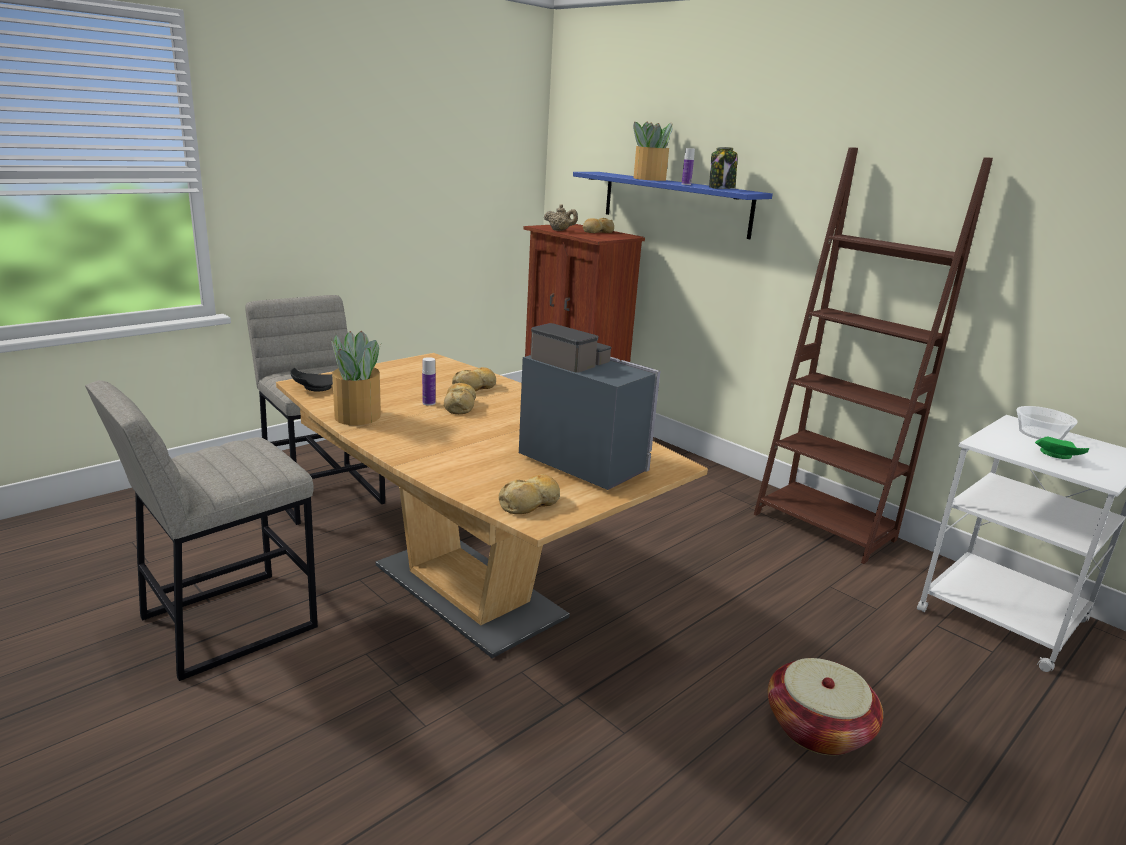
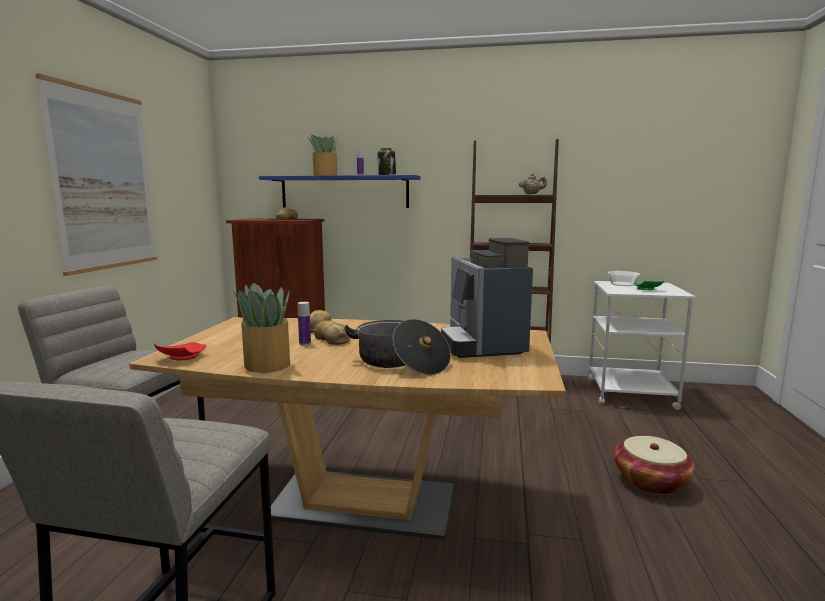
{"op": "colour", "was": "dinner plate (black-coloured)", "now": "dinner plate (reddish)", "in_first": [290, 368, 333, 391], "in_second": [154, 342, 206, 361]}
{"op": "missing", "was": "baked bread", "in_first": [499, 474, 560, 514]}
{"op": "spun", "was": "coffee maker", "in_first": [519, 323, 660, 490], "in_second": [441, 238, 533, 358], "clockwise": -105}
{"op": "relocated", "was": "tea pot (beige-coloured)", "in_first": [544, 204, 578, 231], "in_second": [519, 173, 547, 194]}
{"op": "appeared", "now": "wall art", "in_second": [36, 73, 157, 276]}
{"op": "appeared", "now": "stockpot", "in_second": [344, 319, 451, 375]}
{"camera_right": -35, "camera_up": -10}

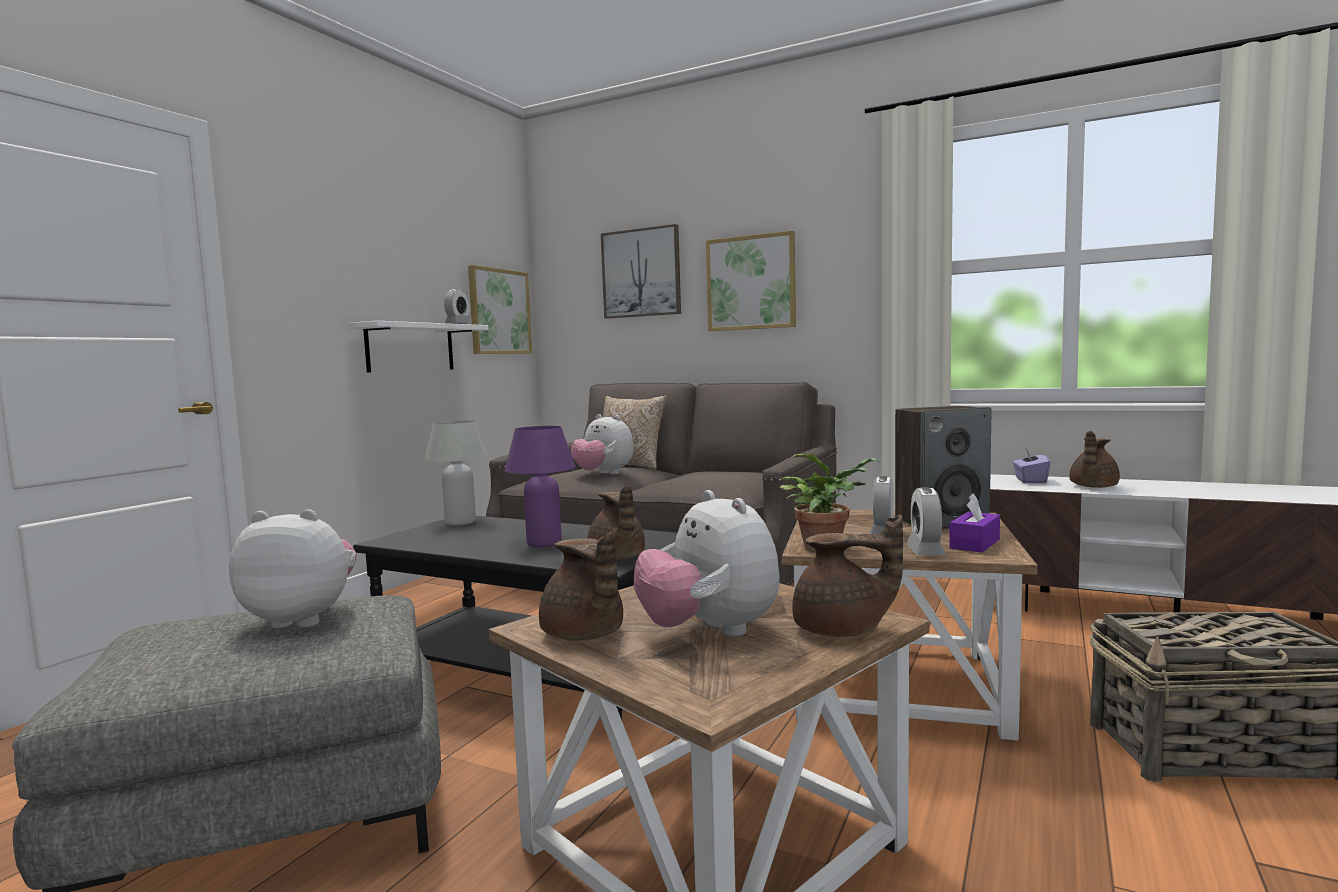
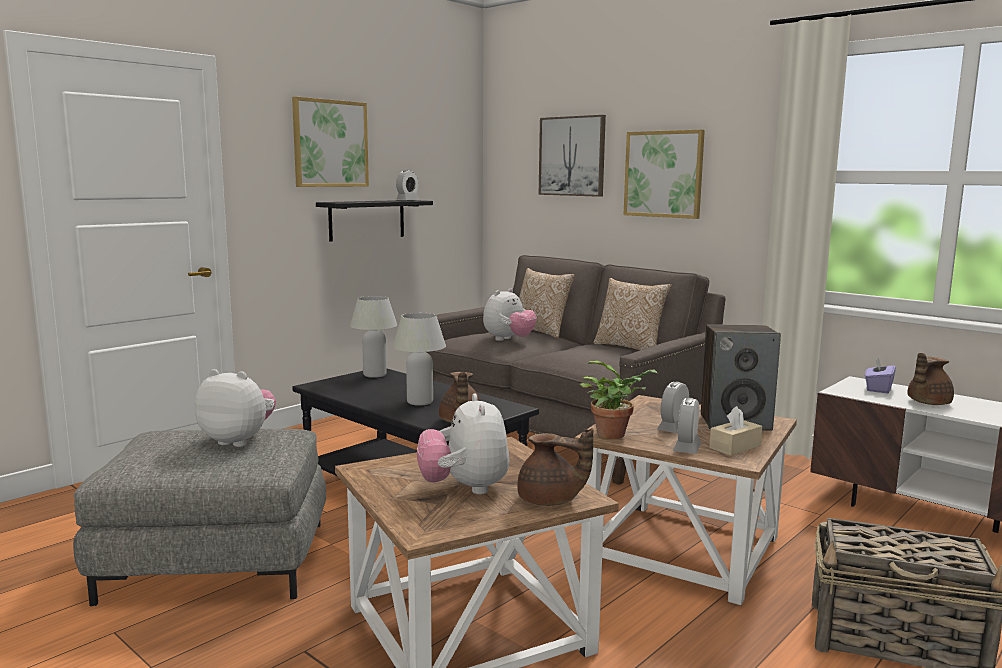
{"op": "colour", "was": "shelf (whitish)", "now": "shelf (black-coloured)", "in_first": [348, 321, 488, 372], "in_second": [316, 200, 433, 242]}
{"op": "relocated", "was": "wall art", "in_first": [468, 265, 532, 354], "in_second": [292, 97, 369, 187]}
{"op": "colour", "was": "table lamp (purple-coloured)", "now": "table lamp (whitish)", "in_first": [505, 426, 575, 547], "in_second": [393, 313, 446, 406]}
{"op": "missing", "was": "tea pot (brown-coloured)", "in_first": [539, 532, 623, 641]}
{"op": "spun", "was": "plush toy", "in_first": [571, 414, 634, 474], "in_second": [483, 288, 537, 341], "clockwise": -105}
{"op": "colour", "was": "box of tissues (purple-coloured)", "now": "box of tissues (beige-coloured)", "in_first": [949, 493, 1000, 553], "in_second": [709, 406, 762, 456]}
{"op": "appeared", "now": "cushion", "in_second": [593, 278, 671, 350]}
{"camera_right": 15, "camera_up": 5}

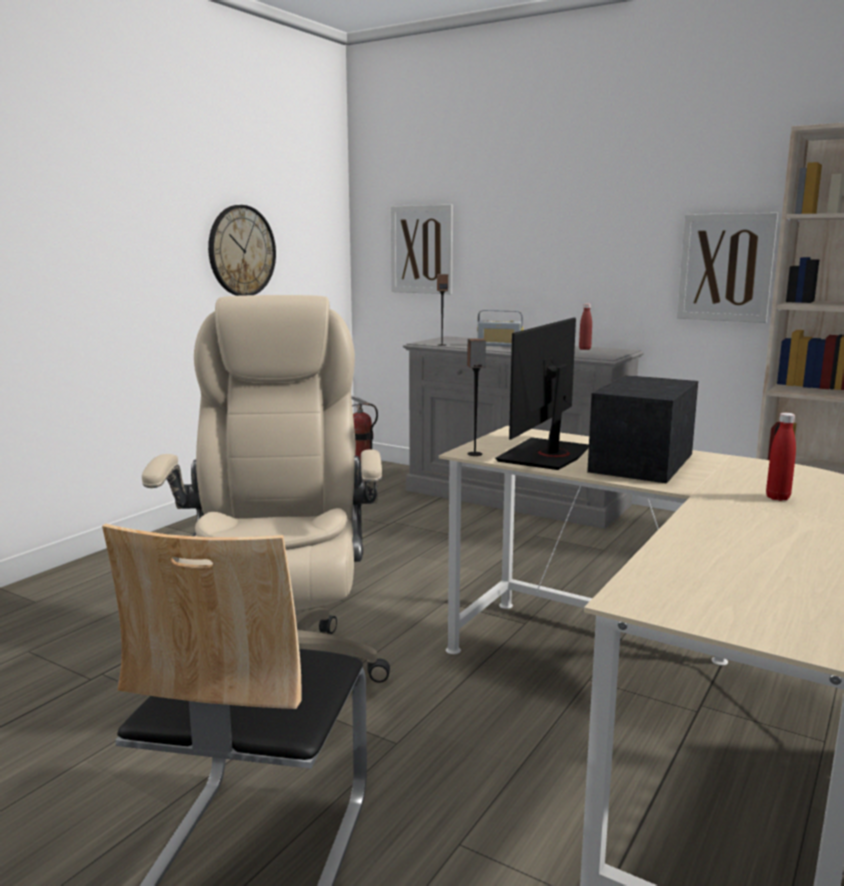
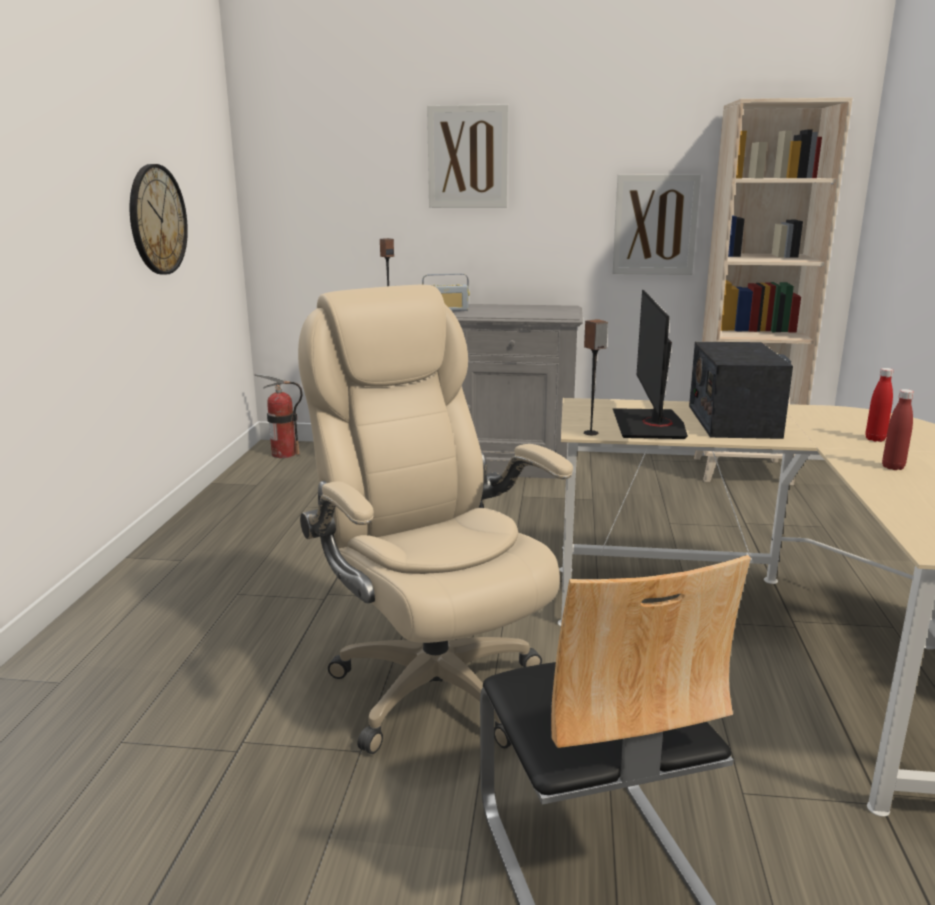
{"op": "relocated", "was": "wall art", "in_first": [391, 205, 453, 294], "in_second": [427, 104, 508, 208]}
{"op": "relocated", "was": "beverage bottle (reddish)", "in_first": [579, 303, 592, 350], "in_second": [882, 389, 914, 470]}
{"camera_right": -25, "camera_up": 5}

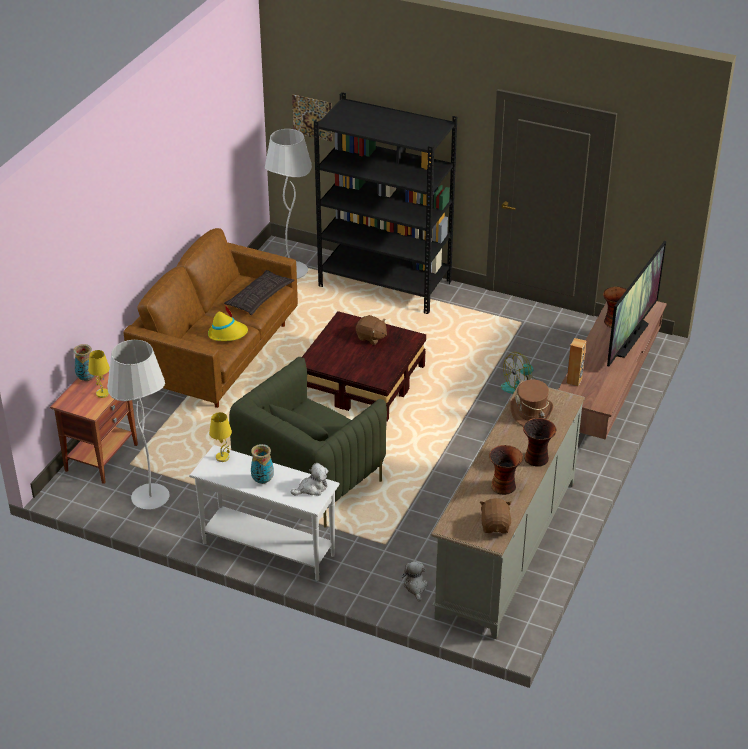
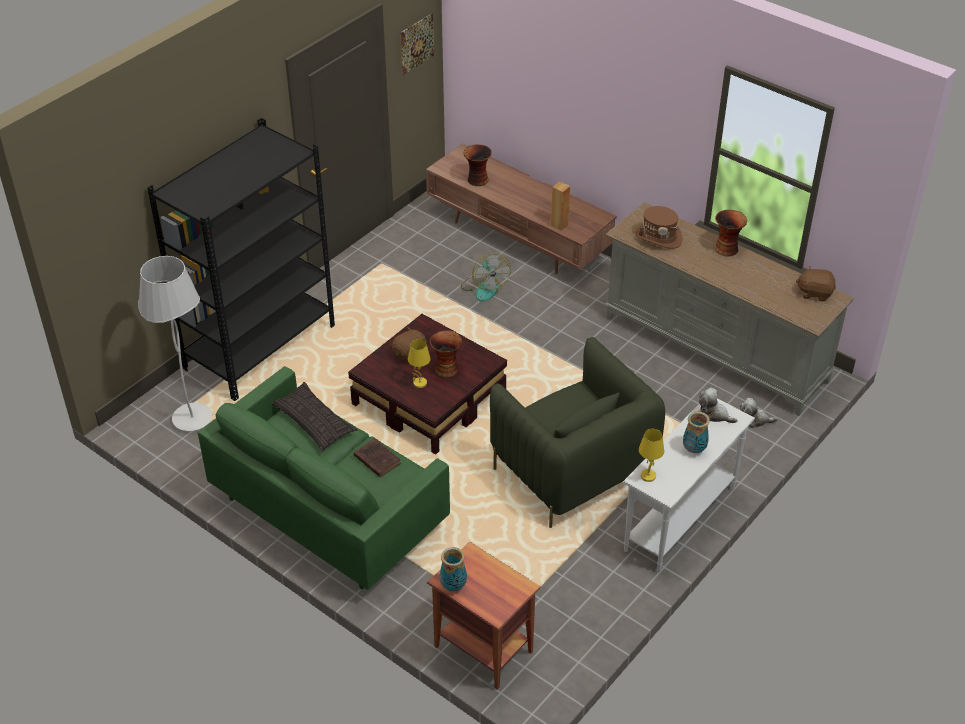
{"op": "relocated", "was": "table lamp (yellow-coloured)", "in_first": [88, 350, 110, 398], "in_second": [408, 339, 431, 388]}
{"op": "missing", "was": "standing lamp (whitish)", "in_first": [107, 340, 170, 510]}
{"op": "colour", "was": "couch (brown-coloured)", "now": "couch (green)", "in_first": [123, 228, 298, 408], "in_second": [198, 366, 450, 590]}
{"op": "exchanged", "was": "hat (yellow-coloured)", "now": "volume (brown-coloured)", "in_first": [208, 305, 248, 341], "in_second": [354, 438, 401, 477]}
{"op": "spun", "was": "plush toy", "in_first": [290, 463, 328, 496], "in_second": [698, 388, 738, 423], "clockwise": -45}
{"op": "relocated", "was": "wall art", "in_first": [292, 94, 332, 142], "in_second": [400, 13, 434, 75]}
{"op": "relocated", "was": "vase", "in_first": [489, 445, 523, 495], "in_second": [430, 330, 462, 378]}
{"op": "missing", "was": "television", "in_first": [607, 241, 666, 367]}
{"camera_right": -75, "camera_up": 5}

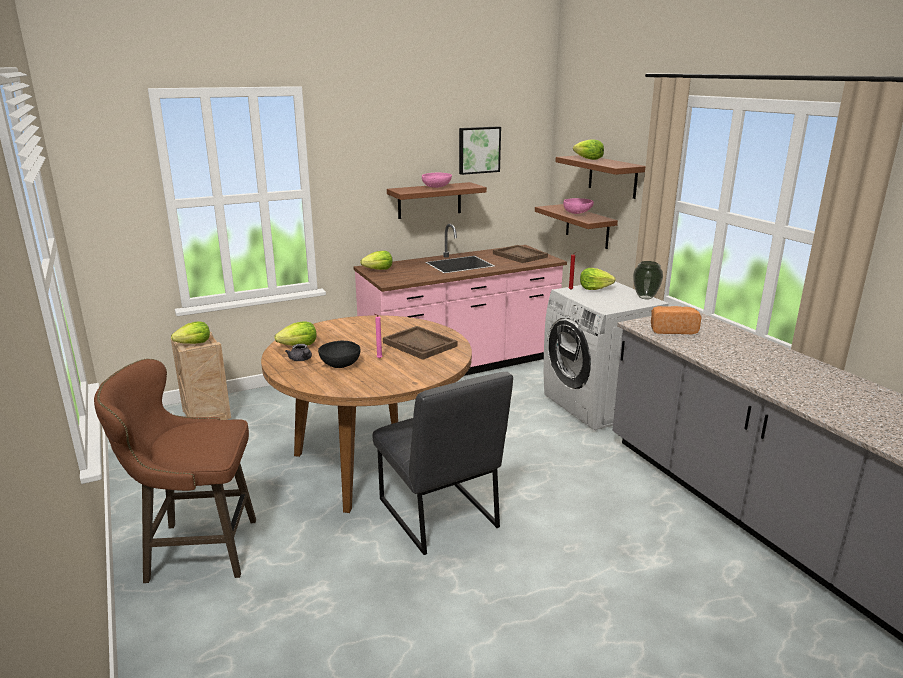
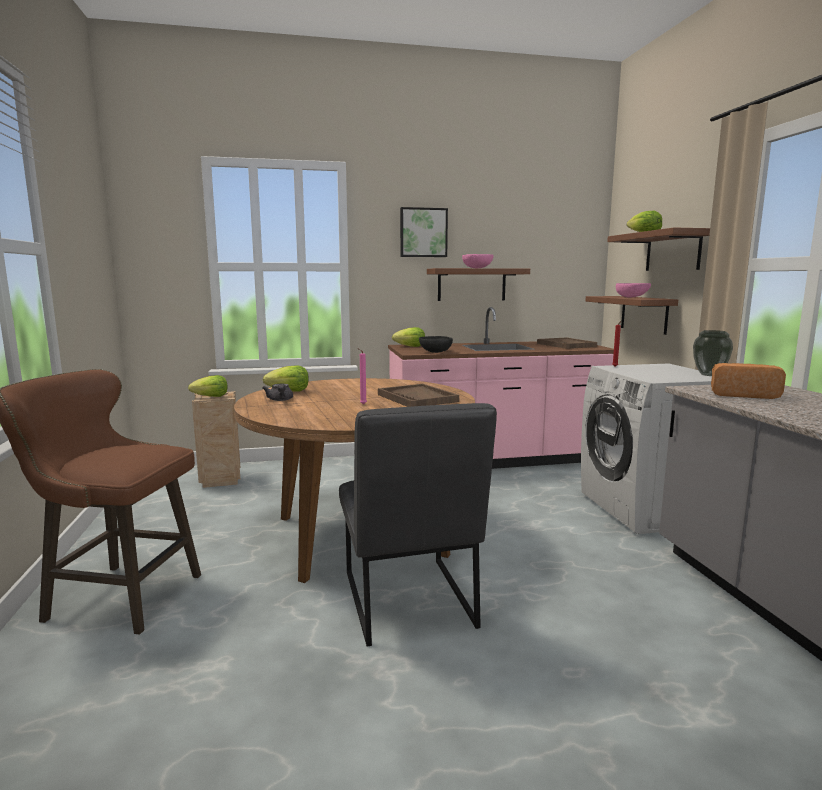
{"op": "relocated", "was": "bowl (black-coloured)", "in_first": [318, 341, 361, 368], "in_second": [419, 336, 453, 353]}
{"op": "relocated", "was": "wall art", "in_first": [459, 126, 501, 175], "in_second": [400, 207, 448, 257]}
{"op": "missing", "was": "lettuce", "in_first": [580, 268, 616, 290]}
{"camera_right": 15, "camera_up": -10}

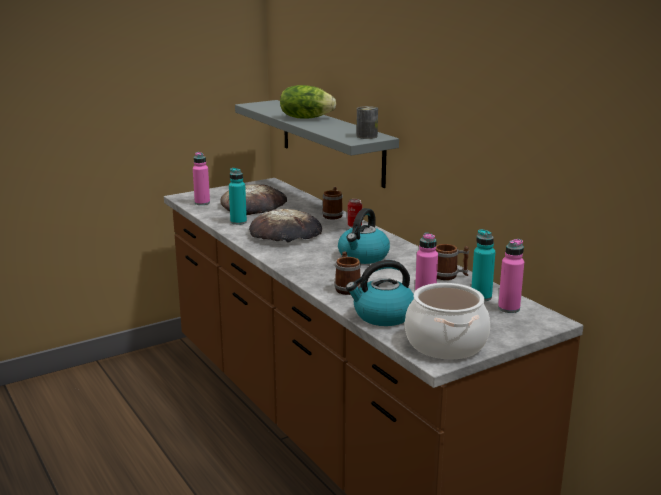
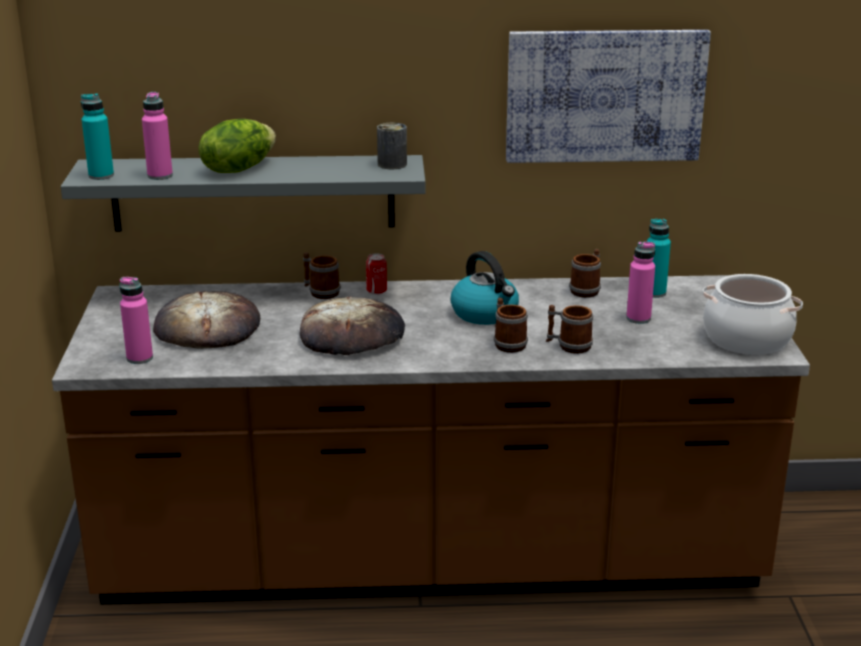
{"op": "relocated", "was": "beverage bottle (turquoise-coloured)", "in_first": [229, 168, 247, 225], "in_second": [81, 93, 114, 180]}
{"op": "missing", "was": "tea kettle", "in_first": [346, 260, 414, 326]}
{"op": "relocated", "was": "beverage bottle (pink-coloured)", "in_first": [498, 239, 524, 313], "in_second": [142, 92, 173, 180]}
{"op": "appeared", "now": "tea mug", "in_second": [494, 298, 528, 353]}
{"op": "appeared", "now": "wall art", "in_second": [506, 30, 711, 163]}
{"camera_right": -60, "camera_up": 5}

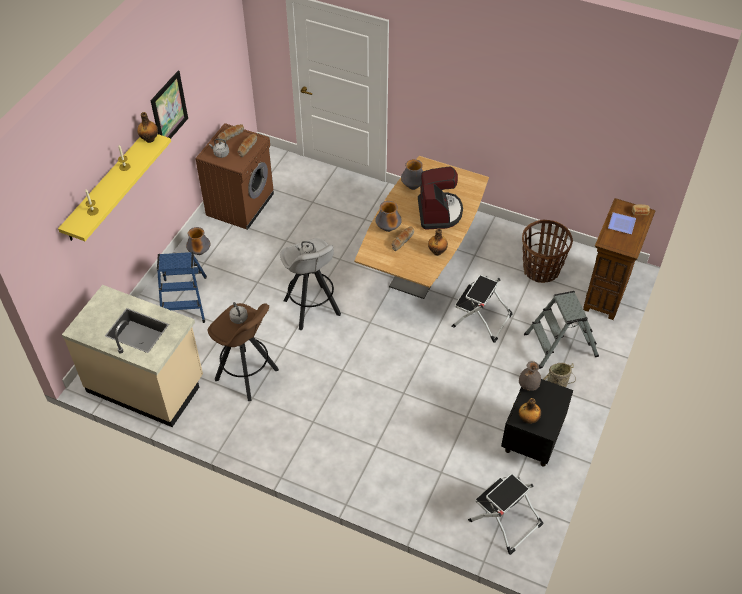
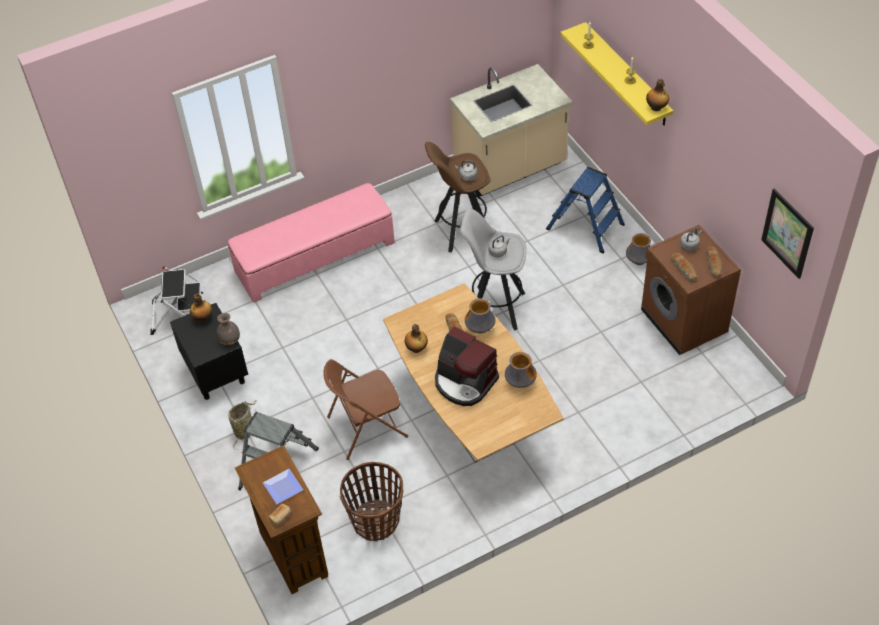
{"op": "relocated", "was": "wall art", "in_first": [151, 71, 188, 138], "in_second": [761, 188, 814, 279]}
{"op": "exchanged", "was": "stepladder", "now": "chair (brown-coloured)", "in_first": [451, 275, 513, 343], "in_second": [323, 359, 408, 460]}
{"op": "appeared", "now": "indoor bench (pink-coloured)", "in_second": [228, 183, 395, 303]}
{"camera_right": 130, "camera_up": 0}

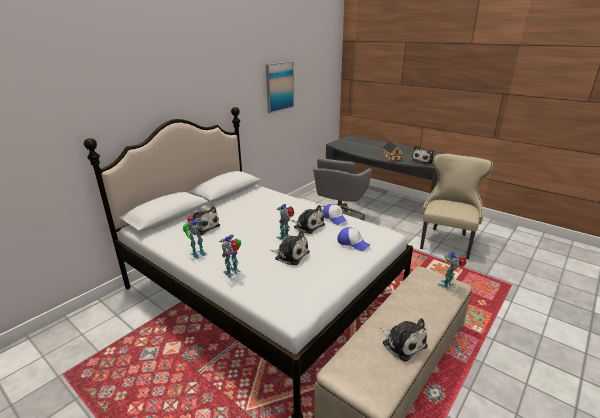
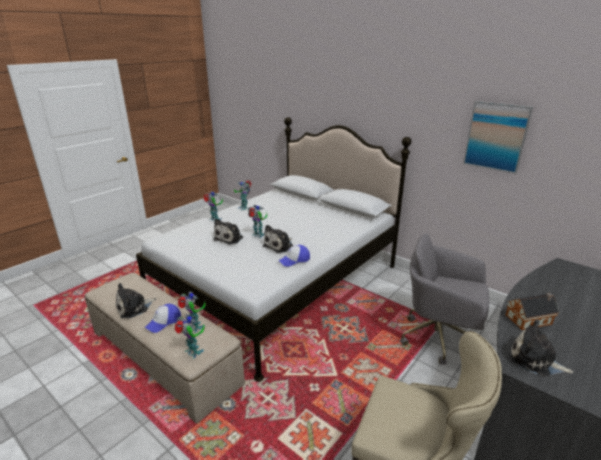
{"op": "missing", "was": "plush toy", "in_first": [188, 206, 220, 235]}
{"op": "relocated", "was": "cap", "in_first": [337, 227, 370, 251], "in_second": [145, 304, 181, 333]}
{"op": "appeared", "now": "toy robot", "in_second": [178, 291, 206, 333]}
{"camera_right": 90, "camera_up": 0}

